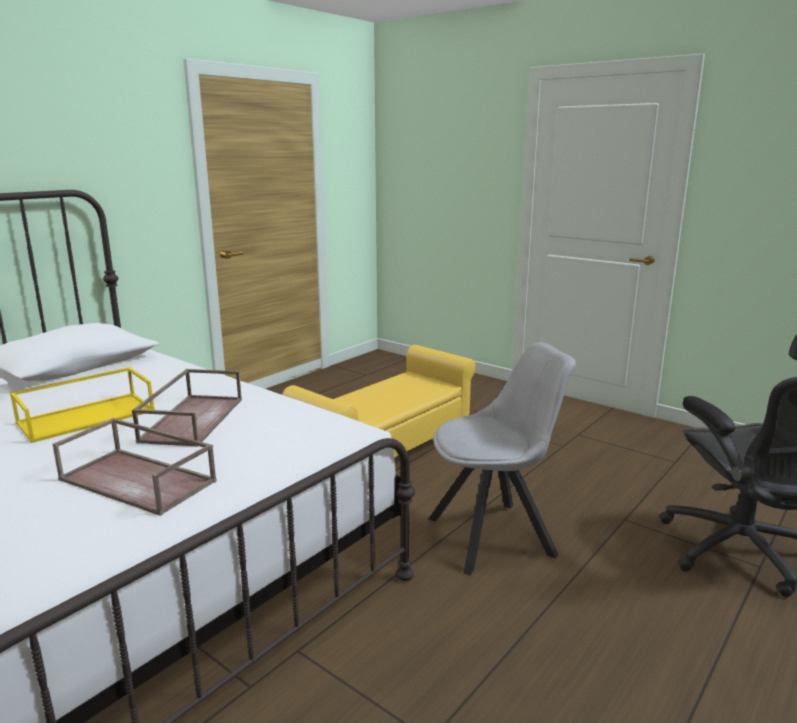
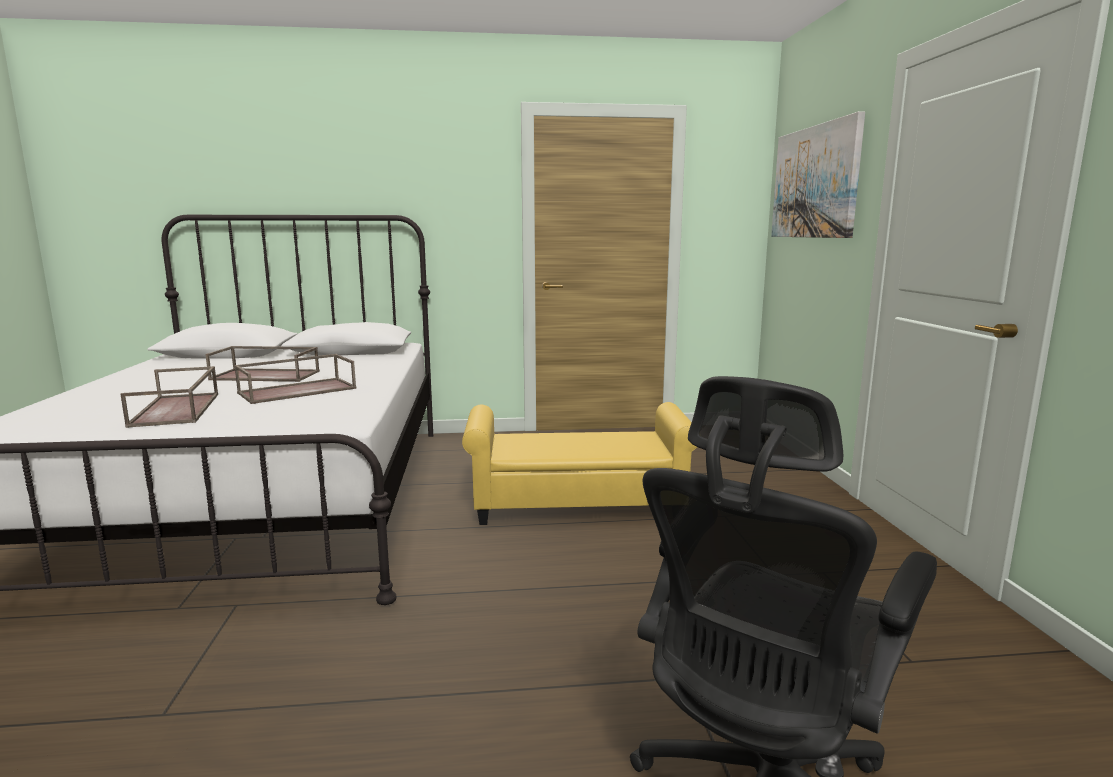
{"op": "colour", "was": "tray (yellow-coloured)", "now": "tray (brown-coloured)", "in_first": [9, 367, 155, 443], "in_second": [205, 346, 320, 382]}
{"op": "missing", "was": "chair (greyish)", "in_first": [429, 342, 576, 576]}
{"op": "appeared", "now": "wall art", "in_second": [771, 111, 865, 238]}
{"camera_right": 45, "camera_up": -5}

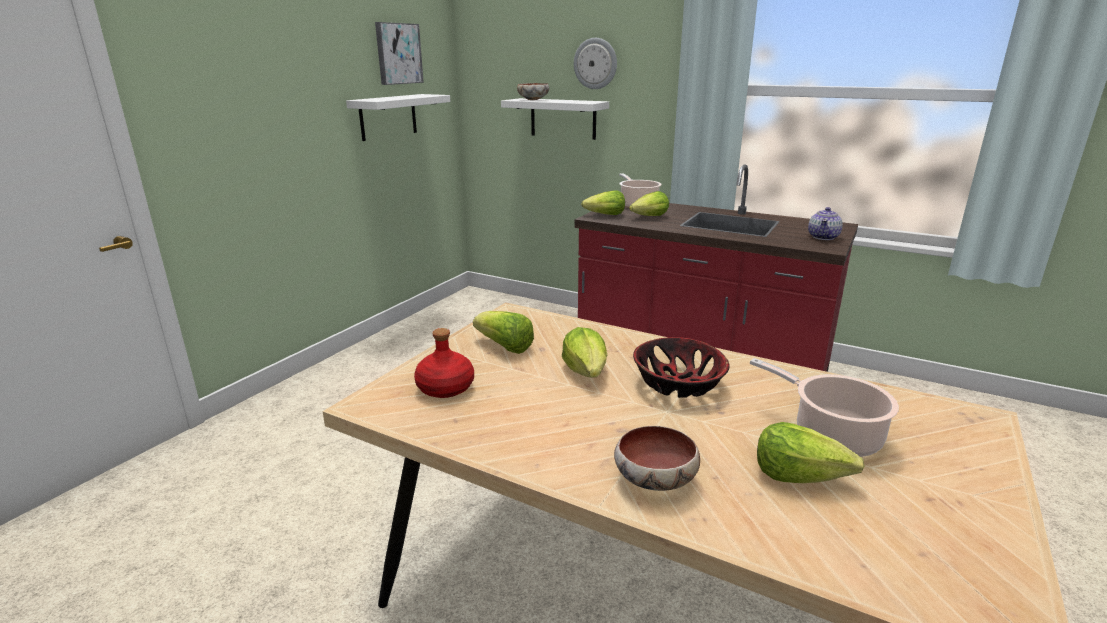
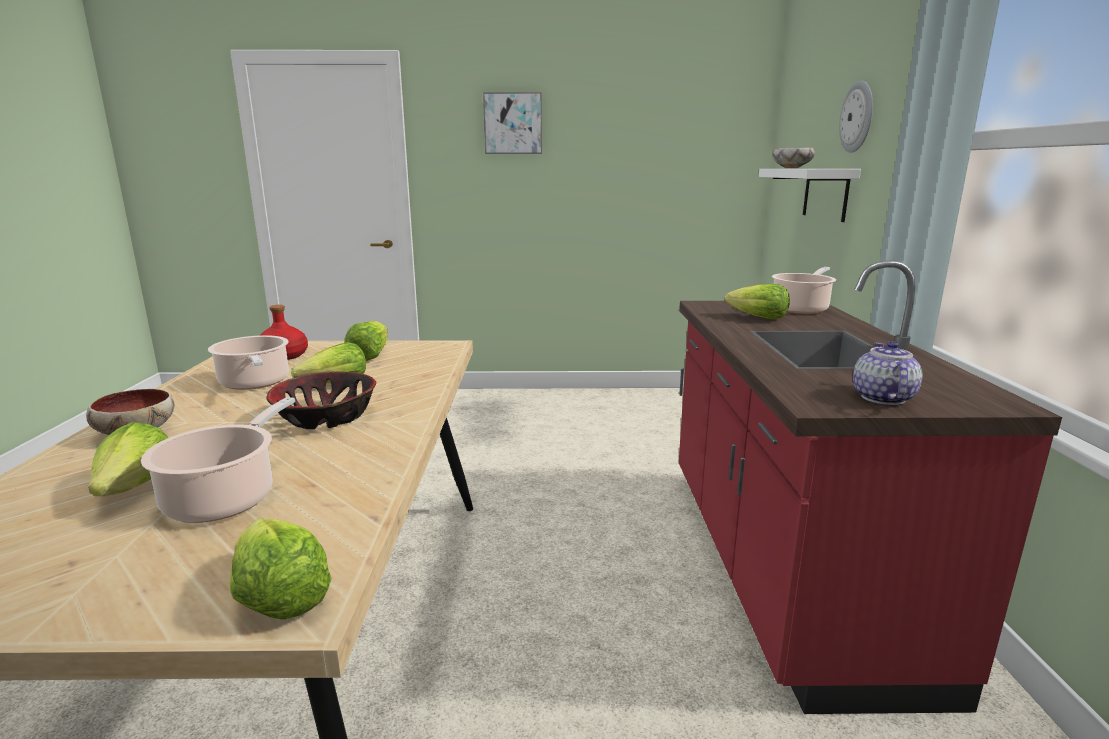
{"op": "missing", "was": "shelf (whitish)", "in_first": [346, 94, 451, 141]}
{"op": "relocated", "was": "wall art", "in_first": [375, 22, 424, 85], "in_second": [483, 92, 542, 154]}
{"op": "relocated", "was": "lettuce", "in_first": [581, 190, 625, 215], "in_second": [230, 518, 332, 620]}
{"op": "spun", "was": "tea pot", "in_first": [808, 207, 843, 240], "in_second": [853, 341, 922, 405], "clockwise": 105}
{"op": "appeared", "now": "stockpot", "in_second": [208, 335, 289, 390]}
{"camera_right": 60, "camera_up": -5}

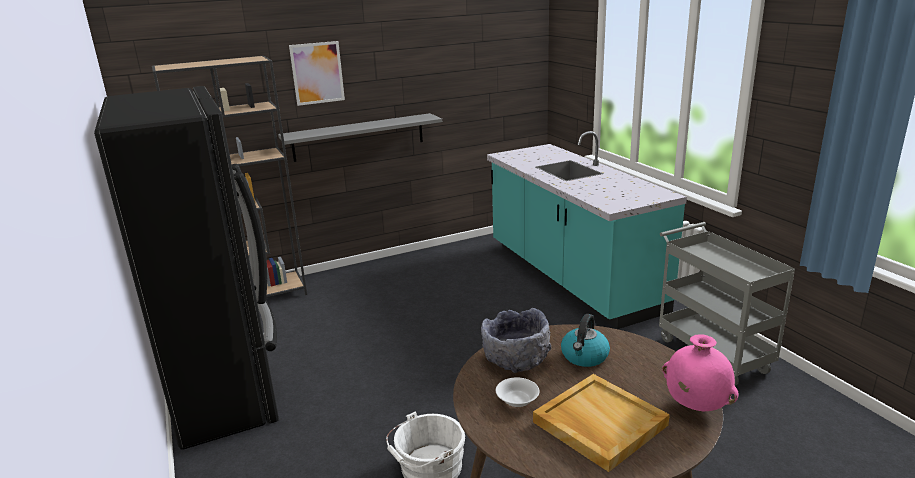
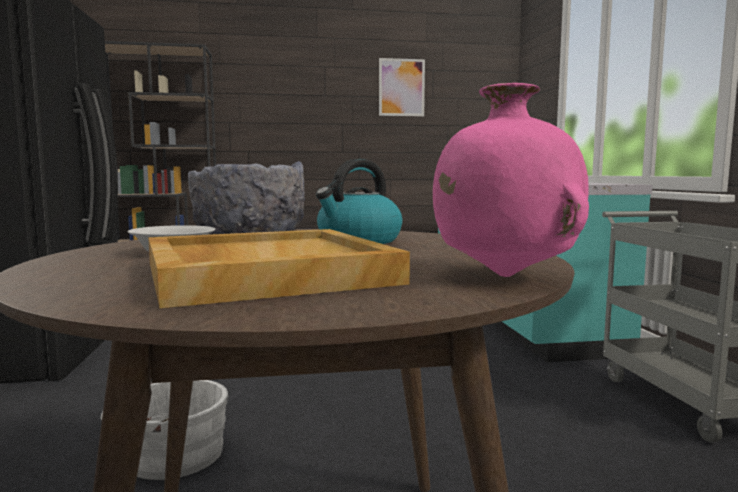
{"op": "missing", "was": "shelf (greyish)", "in_first": [278, 113, 442, 162]}
{"op": "relocated", "was": "wall art", "in_first": [289, 41, 345, 106], "in_second": [379, 58, 425, 116]}
{"camera_right": 15, "camera_up": -15}

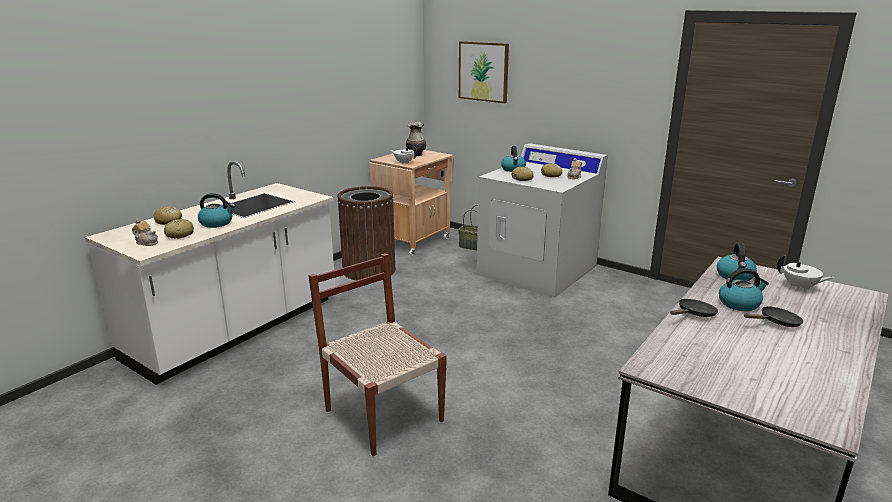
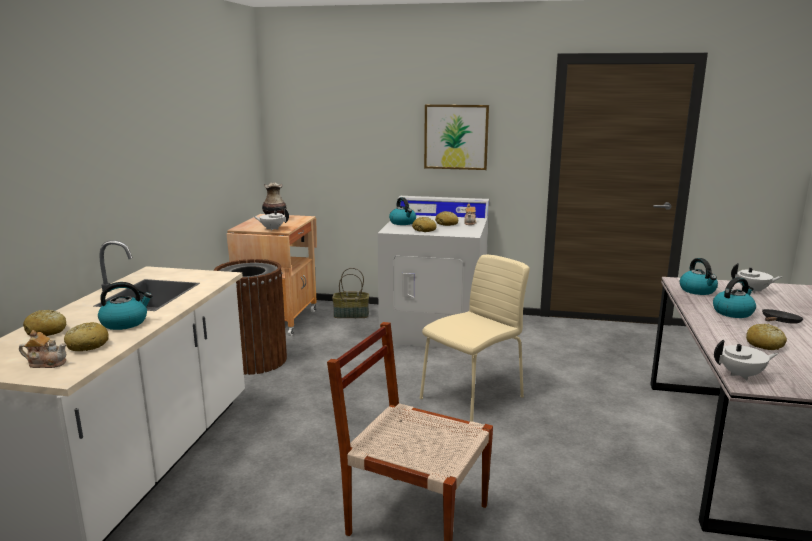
{"op": "relocated", "was": "wall art", "in_first": [459, 41, 509, 103], "in_second": [424, 104, 489, 170]}
{"op": "missing", "was": "pan (black-coloured)", "in_first": [670, 299, 718, 317]}
{"op": "appeared", "now": "chair (beige-coloured)", "in_second": [420, 255, 530, 422]}
{"op": "appeared", "now": "tea pot (whitish)", "in_second": [714, 340, 778, 381]}
{"op": "appeared", "now": "baked bread", "in_second": [746, 324, 787, 350]}
{"camera_right": -25, "camera_up": -5}

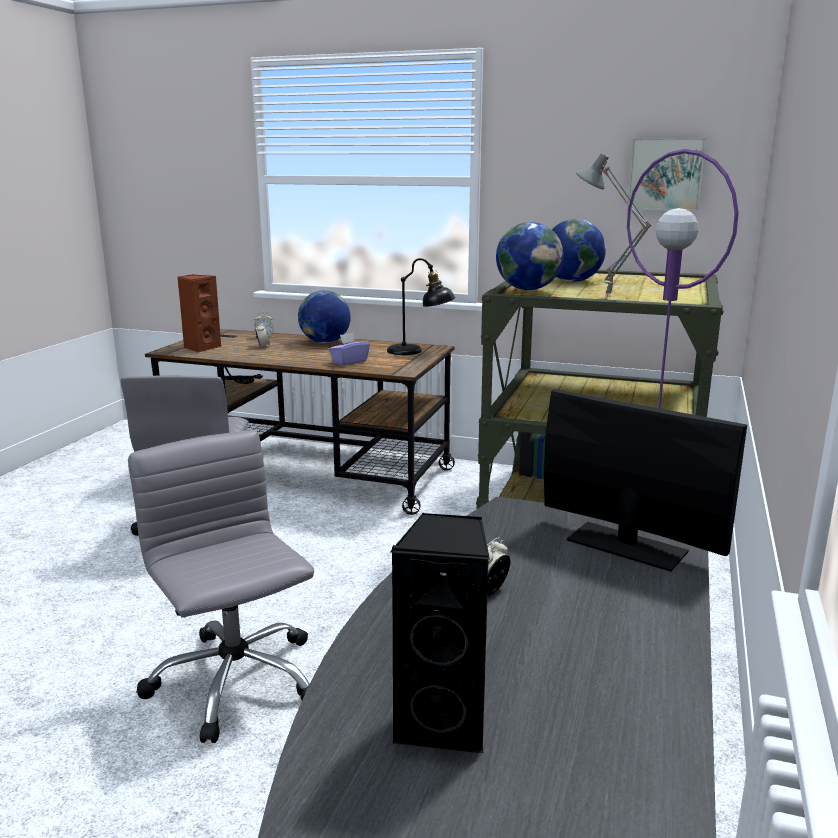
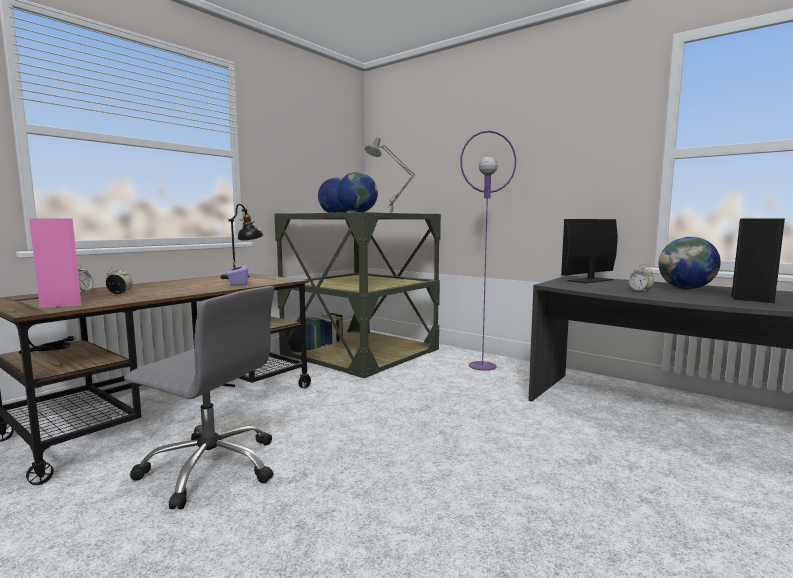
{"op": "missing", "was": "computer chair (greyish)", "in_first": [128, 430, 314, 743]}
{"op": "colour", "was": "loudspeaker (brown-coloured)", "now": "loudspeaker (pink-coloured)", "in_first": [177, 274, 221, 353], "in_second": [29, 219, 81, 308]}
{"op": "relocated", "was": "world globe", "in_first": [298, 290, 351, 343], "in_second": [659, 237, 721, 289]}
{"op": "missing", "was": "wall art", "in_first": [627, 138, 706, 211]}
{"camera_right": -70, "camera_up": -10}

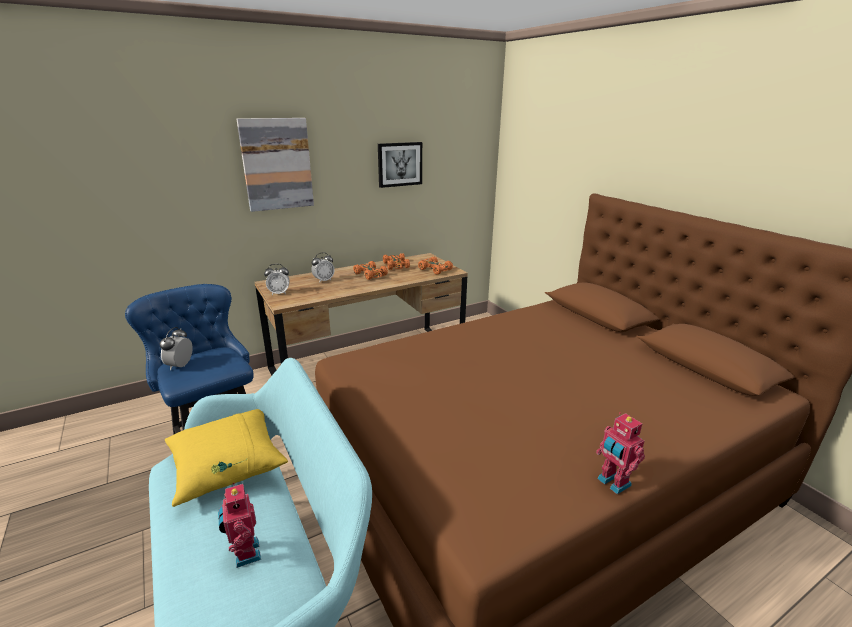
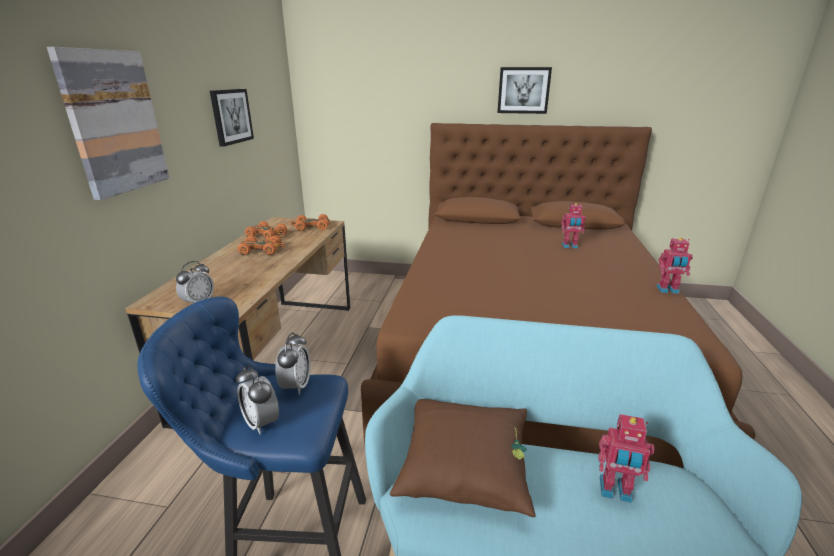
{"op": "colour", "was": "cushion (yellow-coloured)", "now": "cushion (brown-coloured)", "in_first": [165, 409, 288, 507], "in_second": [390, 399, 536, 517]}
{"op": "relocated", "was": "alarm clock", "in_first": [311, 253, 334, 283], "in_second": [275, 332, 311, 395]}
{"op": "appeared", "now": "wall art", "in_second": [497, 67, 552, 114]}
{"op": "appeared", "now": "toy robot", "in_second": [561, 203, 586, 248]}
{"camera_right": -50, "camera_up": 0}

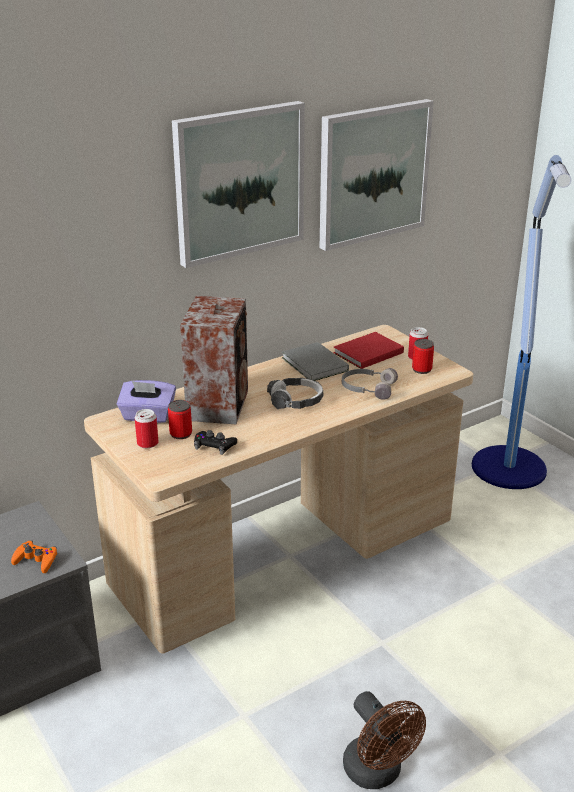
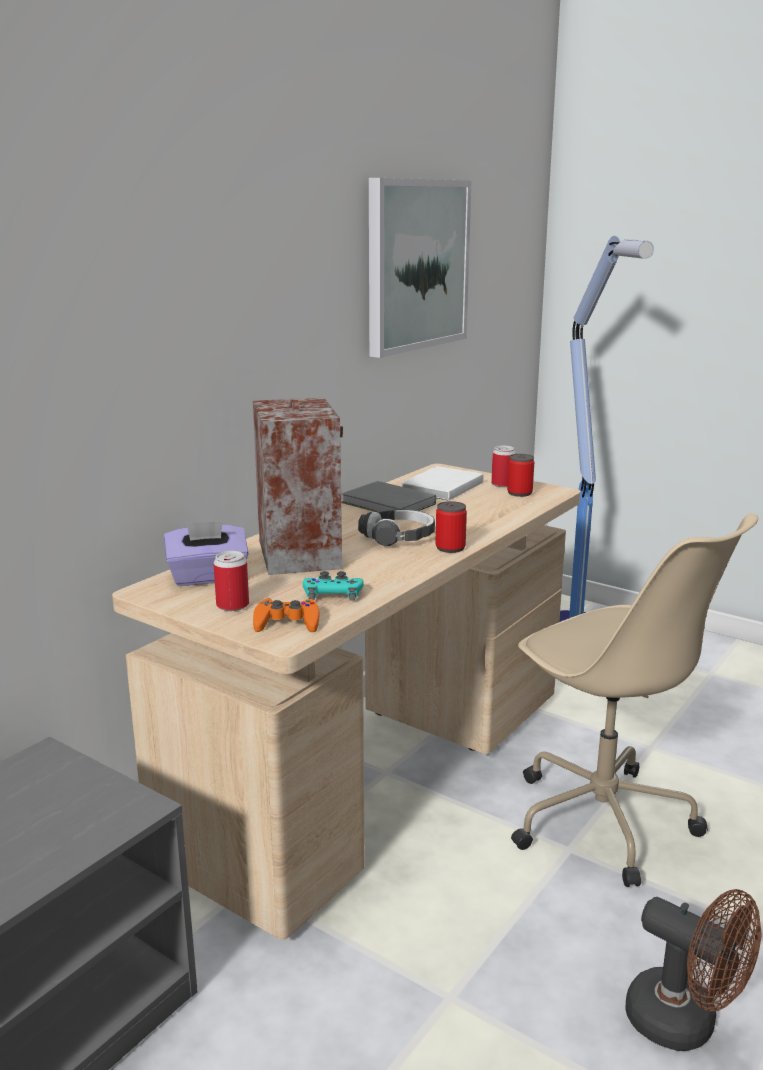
{"op": "relocated", "was": "game controller (orangey)", "in_first": [11, 540, 57, 573], "in_second": [253, 599, 319, 632]}
{"op": "relocated", "was": "can", "in_first": [168, 400, 192, 439], "in_second": [436, 501, 467, 553]}
{"op": "missing", "was": "wall art", "in_first": [172, 101, 305, 268]}
{"op": "colour", "was": "game controller (black-coloured)", "now": "game controller (turquoise-coloured)", "in_first": [194, 430, 237, 455], "in_second": [303, 571, 364, 601]}
{"op": "colour", "was": "volume (reddish)", "now": "volume (whitish)", "in_first": [333, 332, 404, 369], "in_second": [401, 466, 483, 501]}
{"op": "missing", "was": "headphones (greyish)", "in_first": [342, 368, 398, 400]}
{"op": "appeared", "now": "computer chair (beige-coloured)", "in_second": [511, 514, 758, 887]}
{"camera_right": -20, "camera_up": -10}

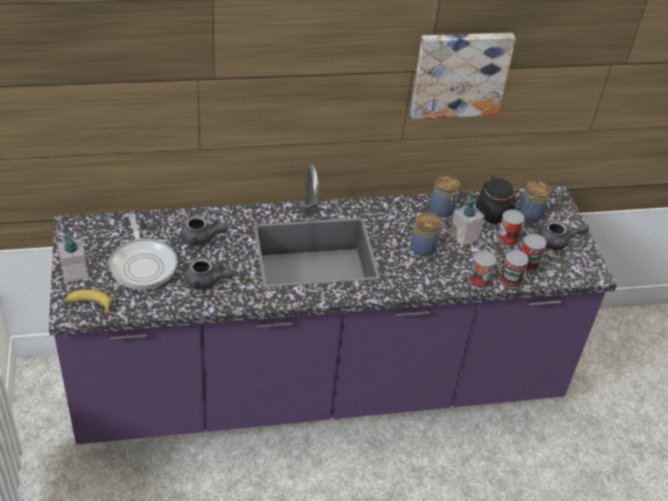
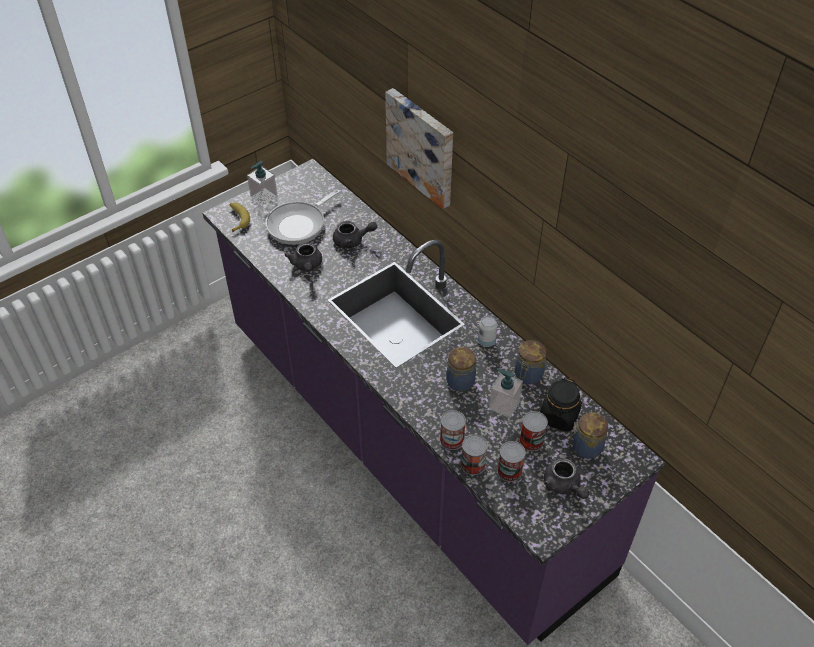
{"op": "spun", "was": "tea pot (greyish)", "in_first": [181, 216, 229, 246], "in_second": [333, 221, 377, 249], "clockwise": -75}
{"op": "relocated", "was": "wall art", "in_first": [410, 33, 516, 119], "in_second": [385, 88, 453, 209]}
{"op": "appeared", "now": "can", "in_second": [478, 316, 497, 347]}
{"camera_right": 65, "camera_up": 5}

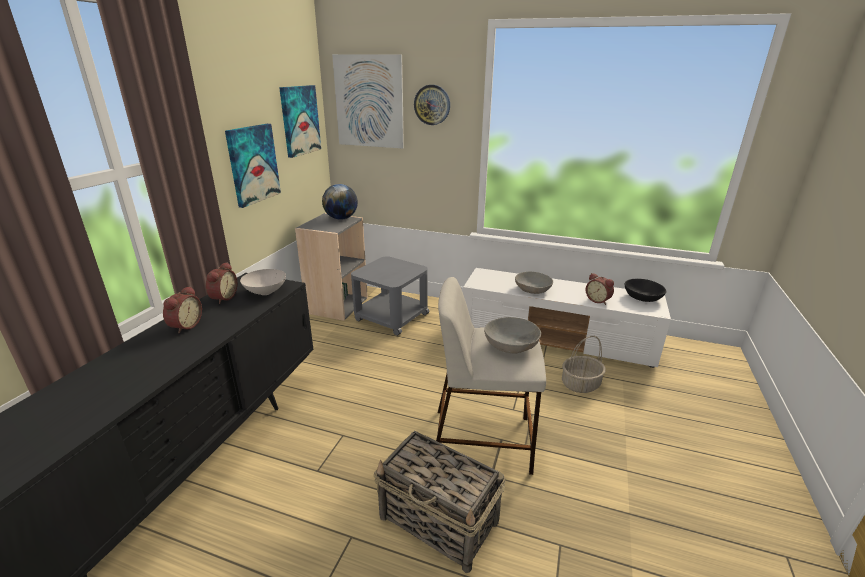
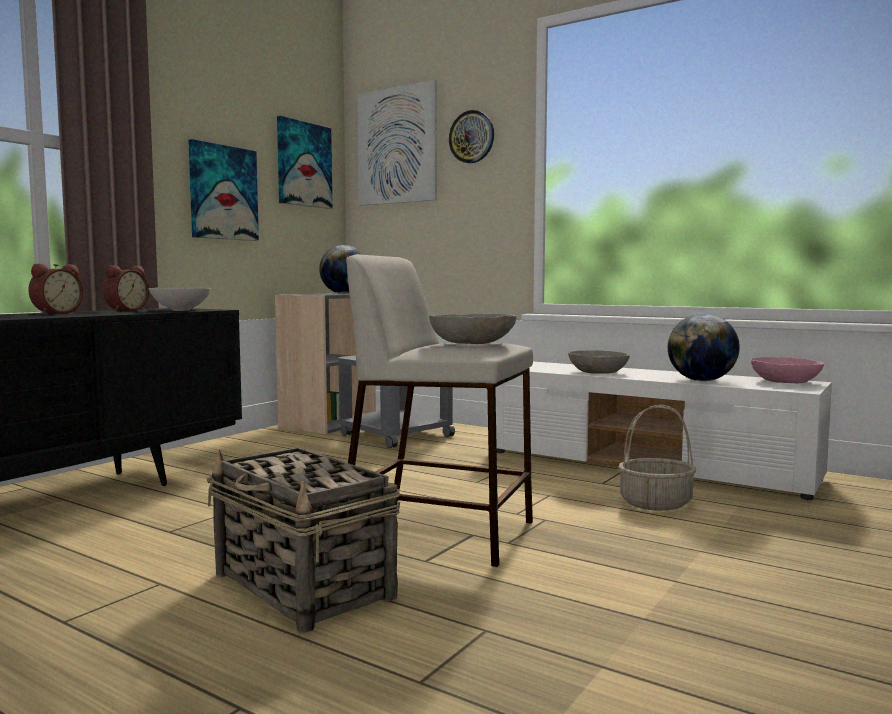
{"op": "exchanged", "was": "alarm clock", "now": "world globe", "in_first": [586, 273, 614, 305], "in_second": [668, 313, 740, 381]}
{"op": "colour", "was": "bowl (black-coloured)", "now": "bowl (pink-coloured)", "in_first": [625, 279, 666, 302], "in_second": [751, 357, 824, 383]}
{"camera_right": 15, "camera_up": -20}

